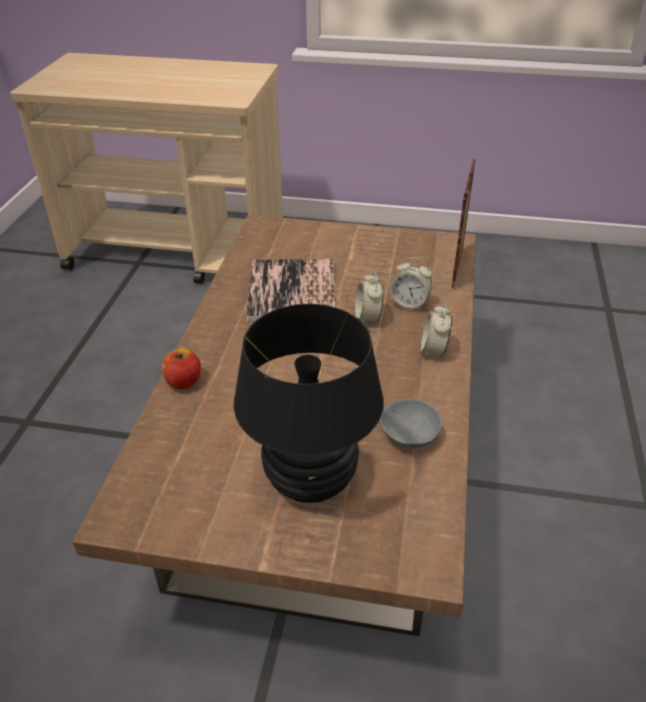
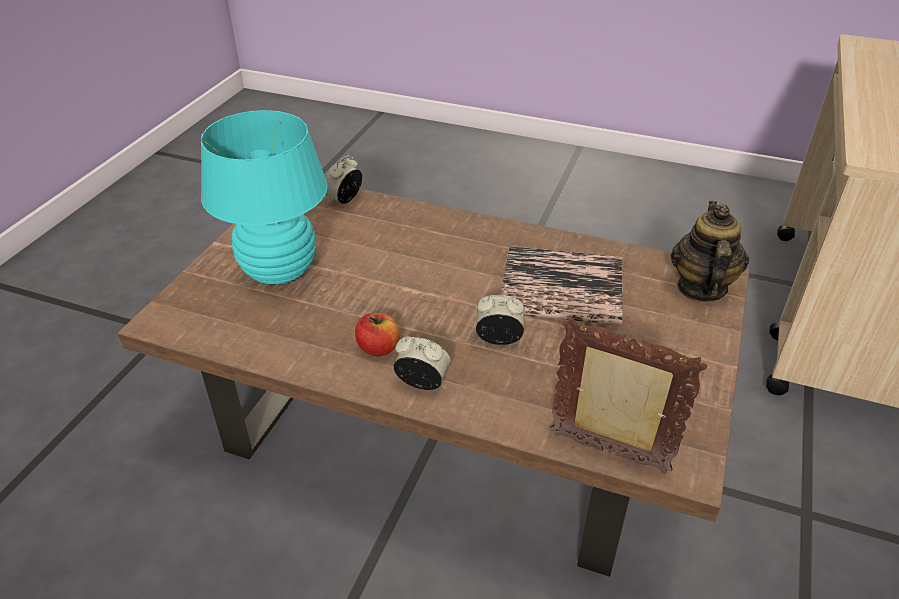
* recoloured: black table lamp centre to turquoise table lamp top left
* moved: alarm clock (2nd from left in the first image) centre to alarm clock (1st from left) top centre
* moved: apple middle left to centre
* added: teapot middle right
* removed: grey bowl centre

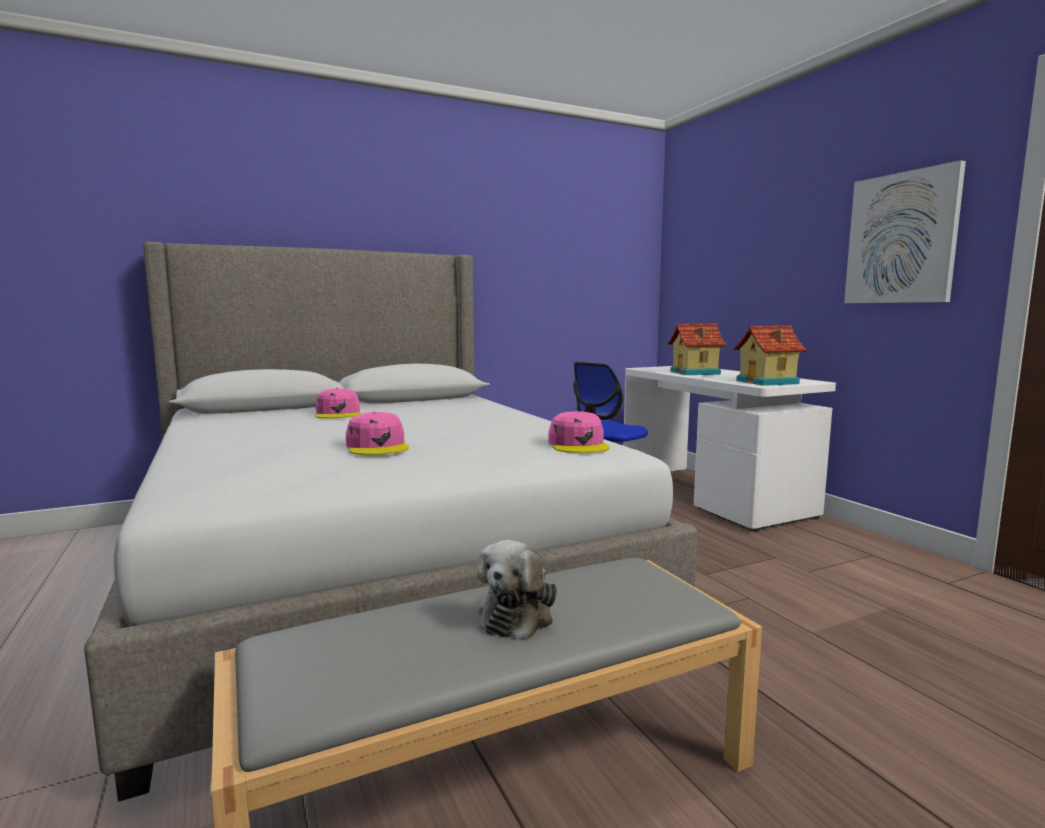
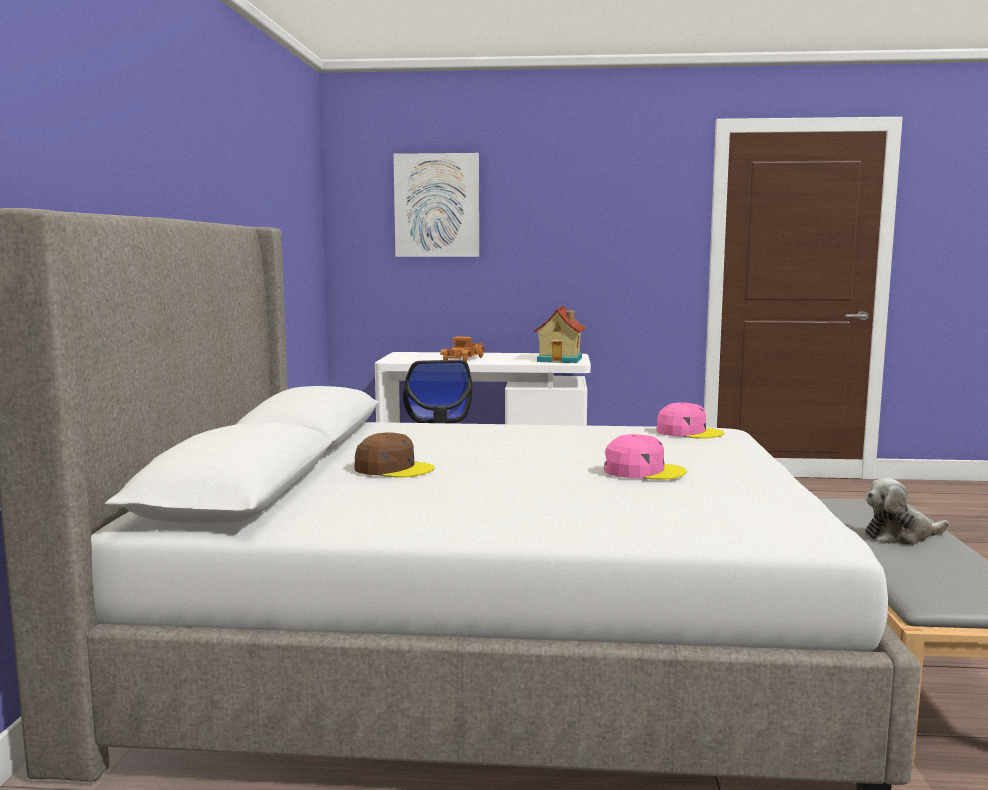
* recoloured: pink cap (1st from left) middle left to brown cap centre
* moved: picture top right to top centre
* replaced: toy house (1st from left) middle right to toy truck centre
* turned: plush toy bottom centre = middle right 120 degrees clockwise

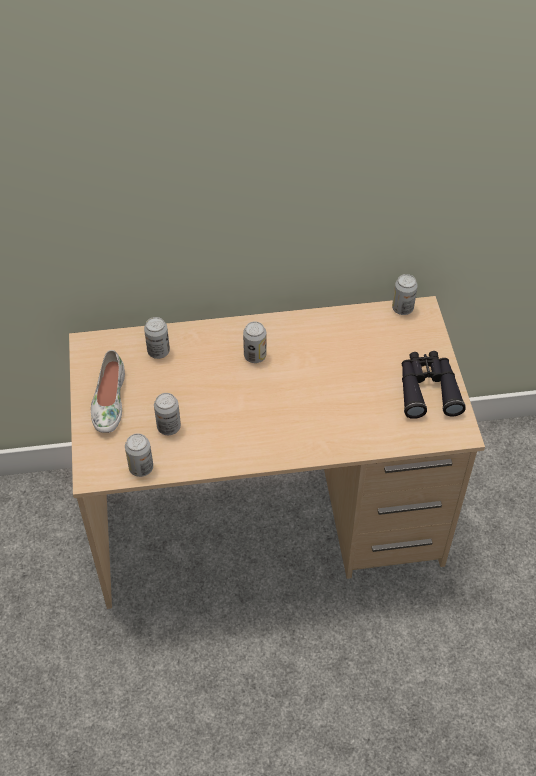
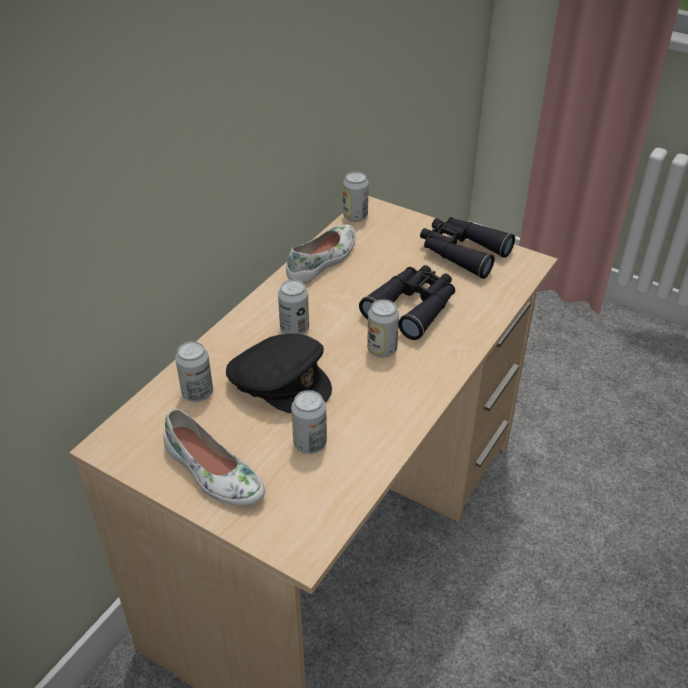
* added: black cap centre
* added: white shoe (2nd from left) centre
* added: black binoculars (1st from left) centre
* moved: can (1st from left in the first image) middle left to can (5th from left) centre

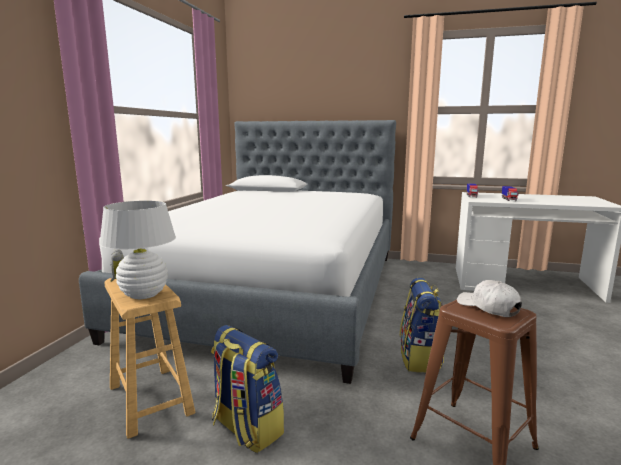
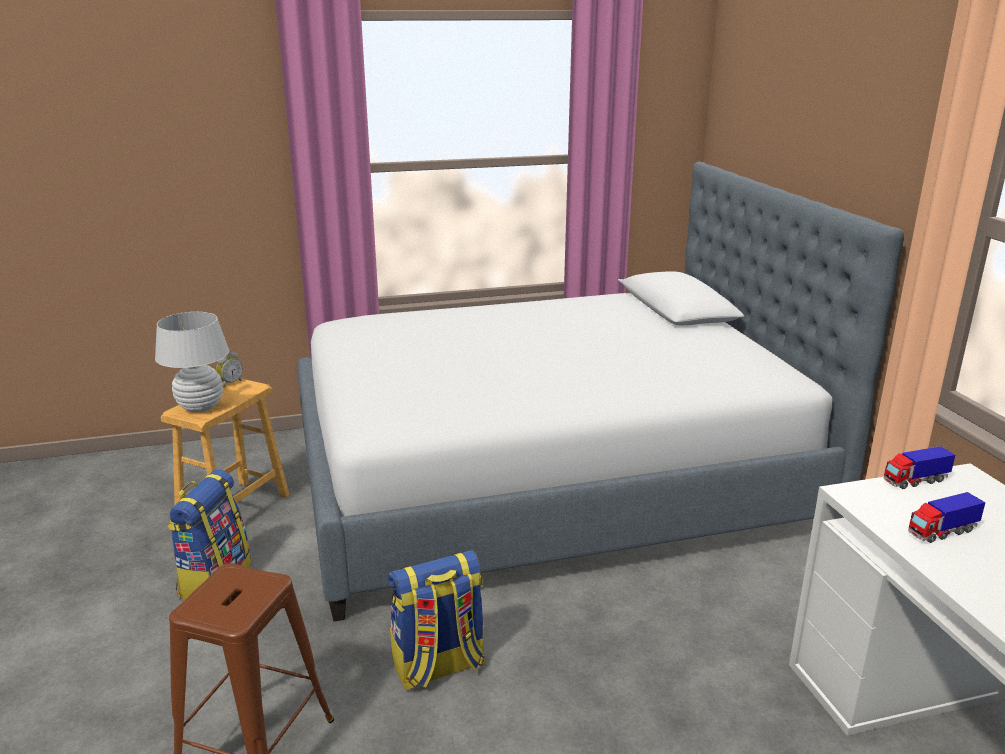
* removed: white cap middle right

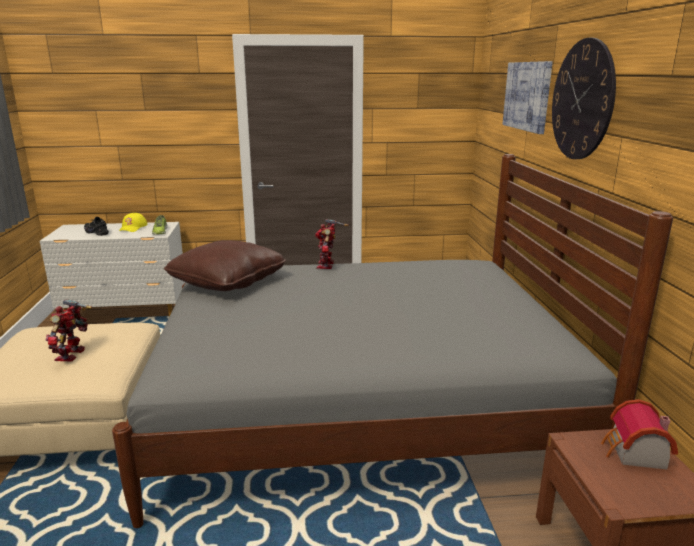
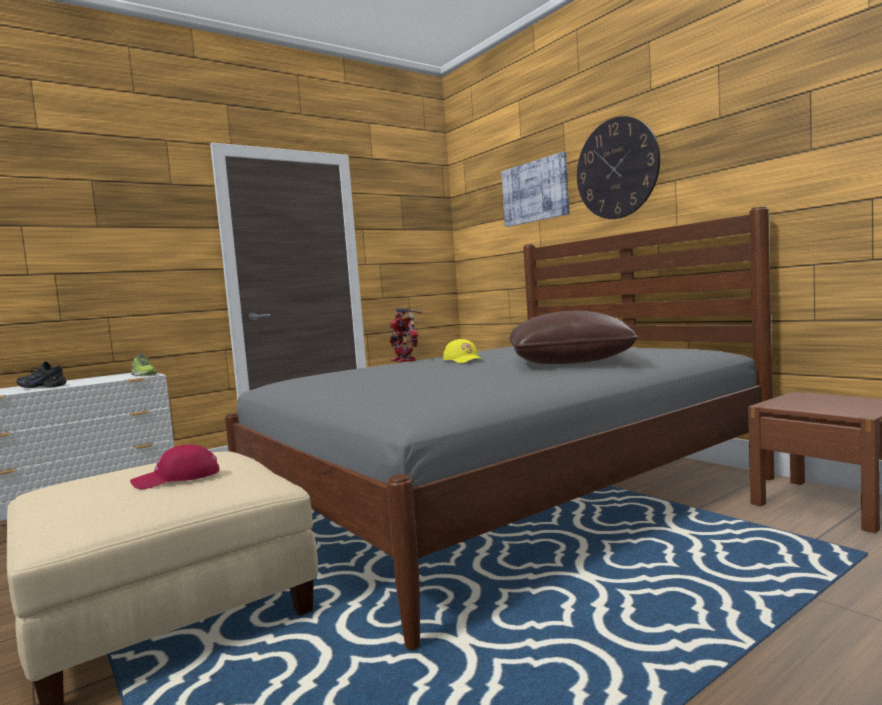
* replaced: toy robot (1st from left) middle left to red cap middle left
* moved: yellow cap middle left to centre
* moved: brown pillow middle left to centre
* removed: toy house bottom right

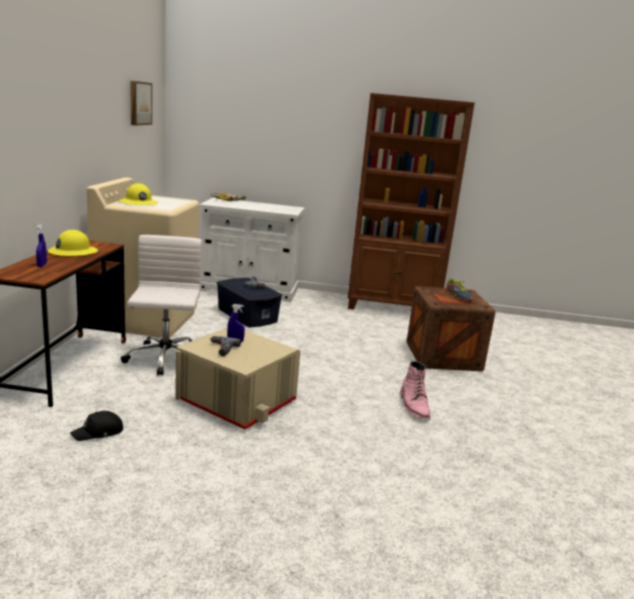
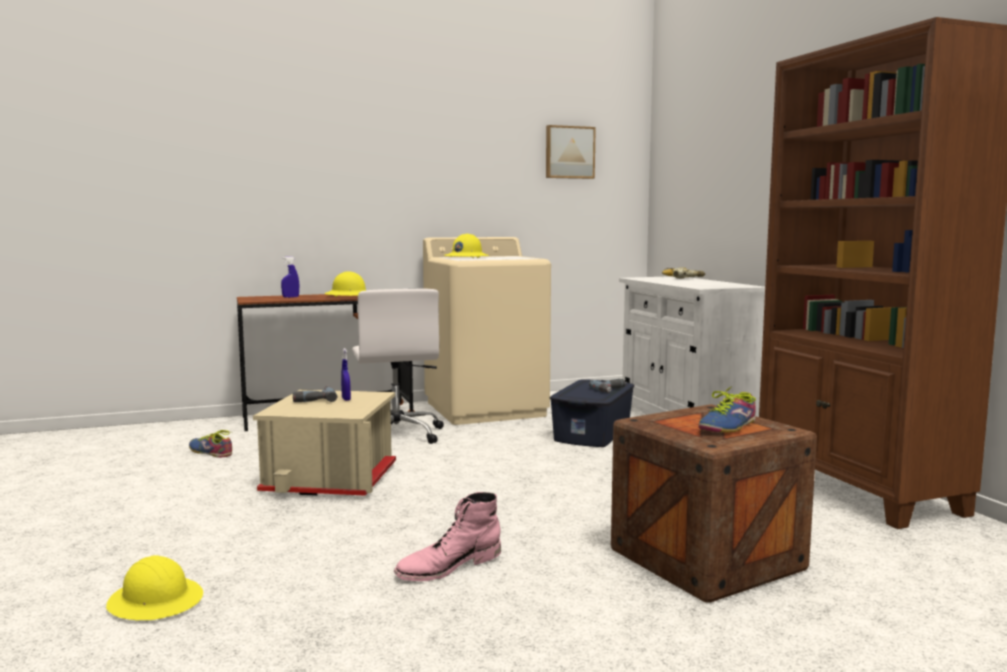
* added: yellow hard hat (1st from left) bottom left
* replaced: black cap bottom left to shoe (1st from left) middle left
* turned: white office chair middle left = centre 105 degrees clockwise

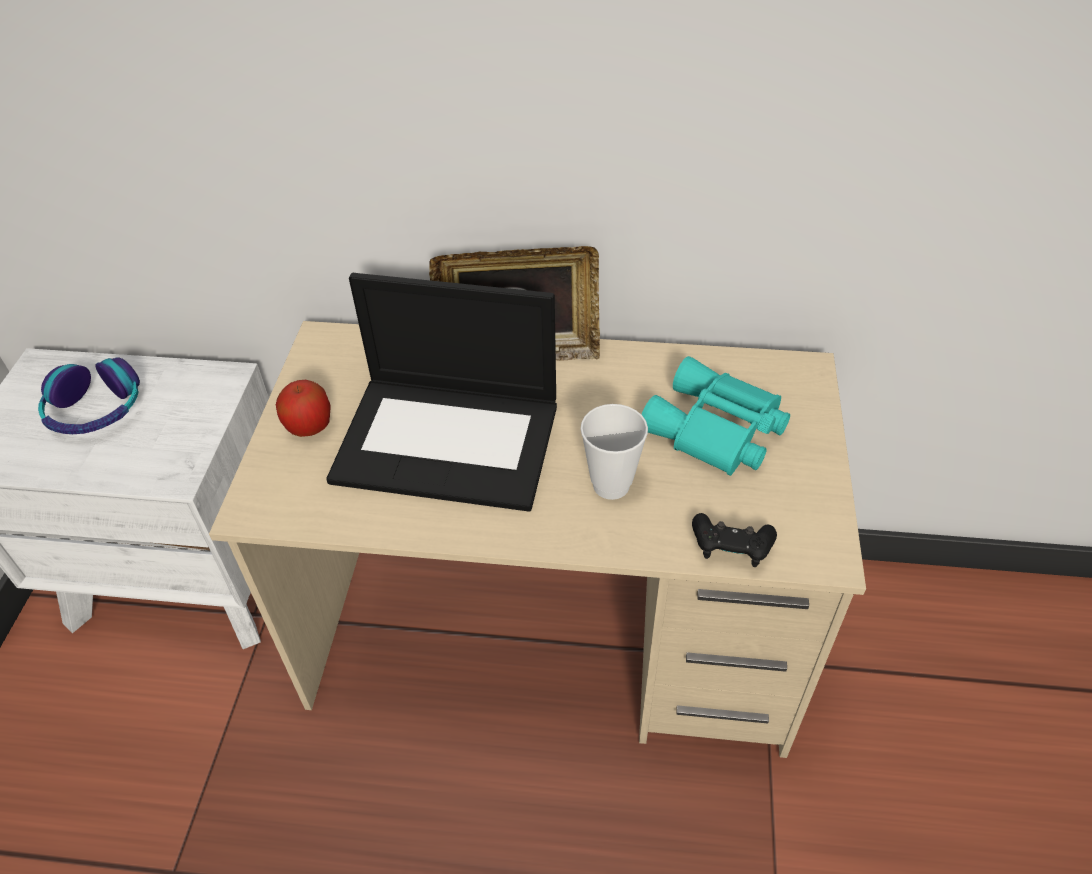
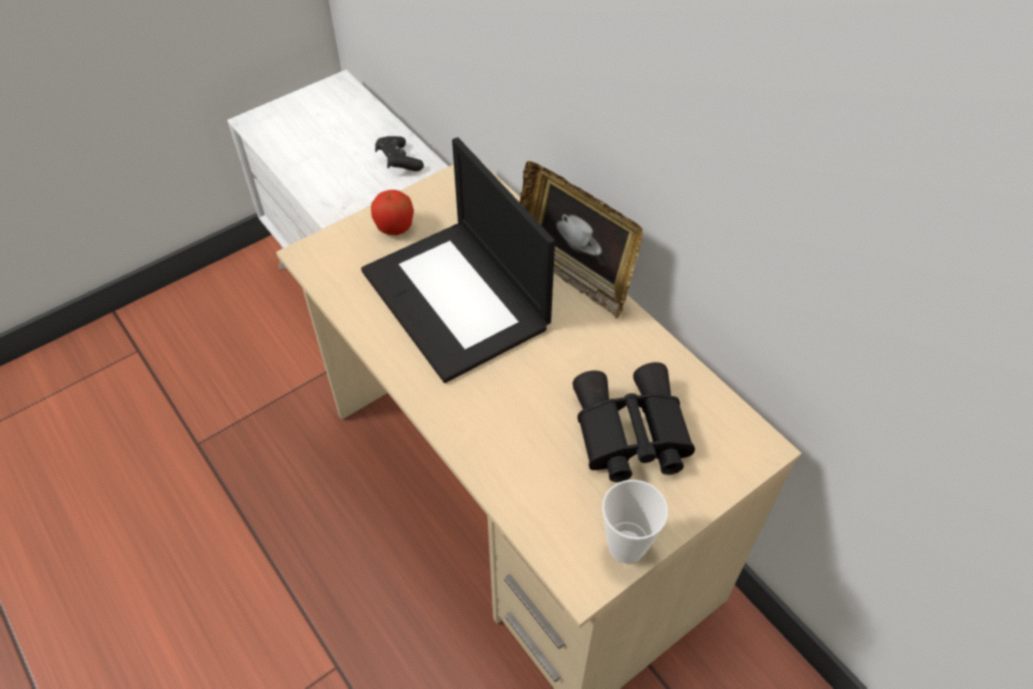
* moved: black game controller middle right to top centre
* recoloured: turquoise binoculars centre to black binoculars centre
* moved: cup centre to bottom centre
* removed: headphones middle left

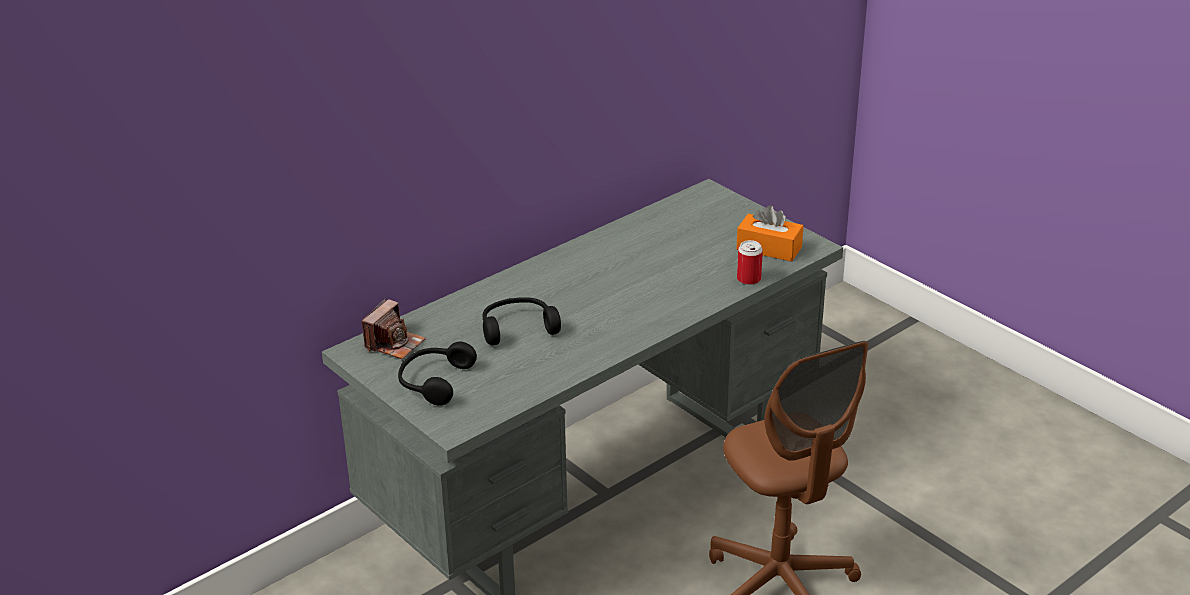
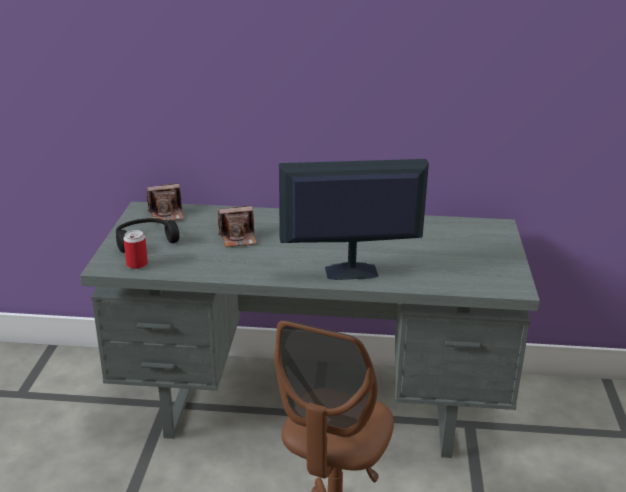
* moved: can centre to middle left
* replaced: black headphones (2nd from left) centre to photo camera (2nd from left) centre
* added: monitor centre
* removed: orange tissue box centre

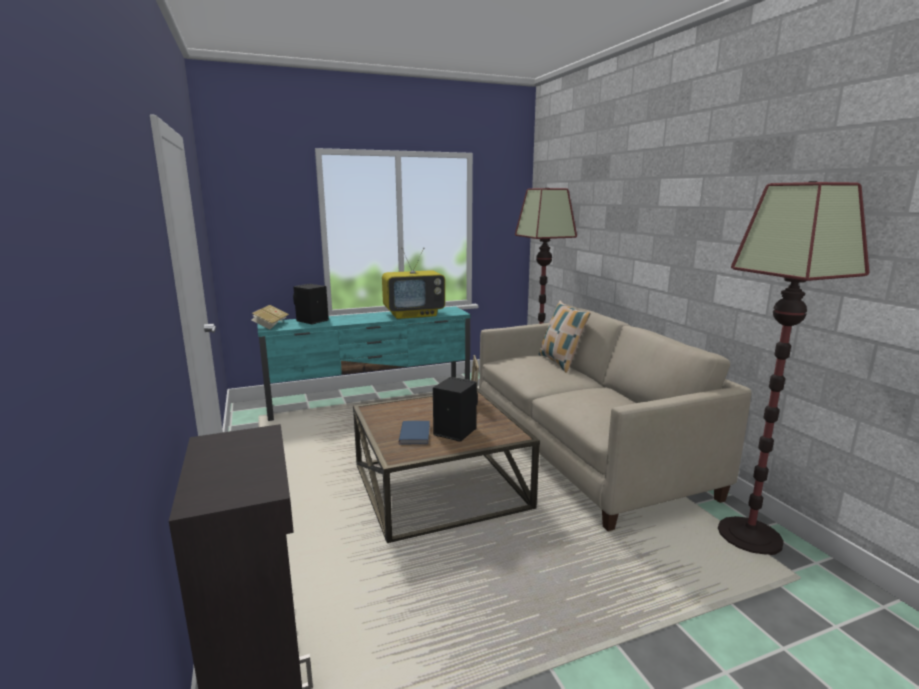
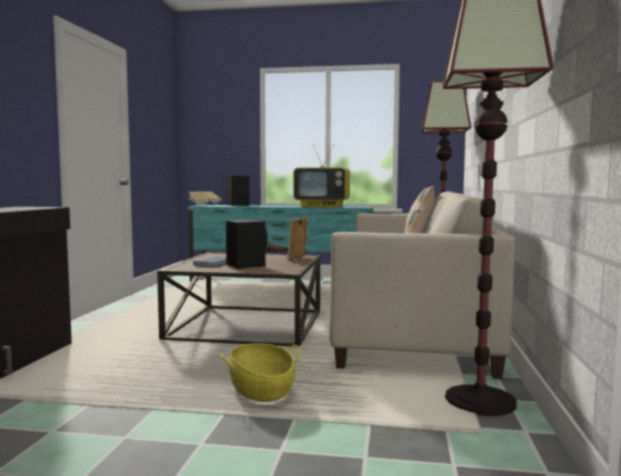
* added: basket bottom centre

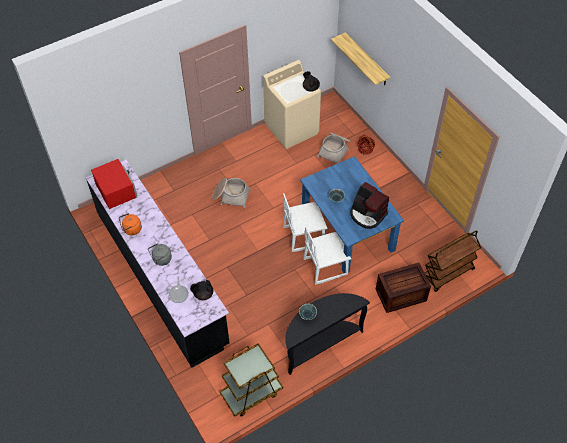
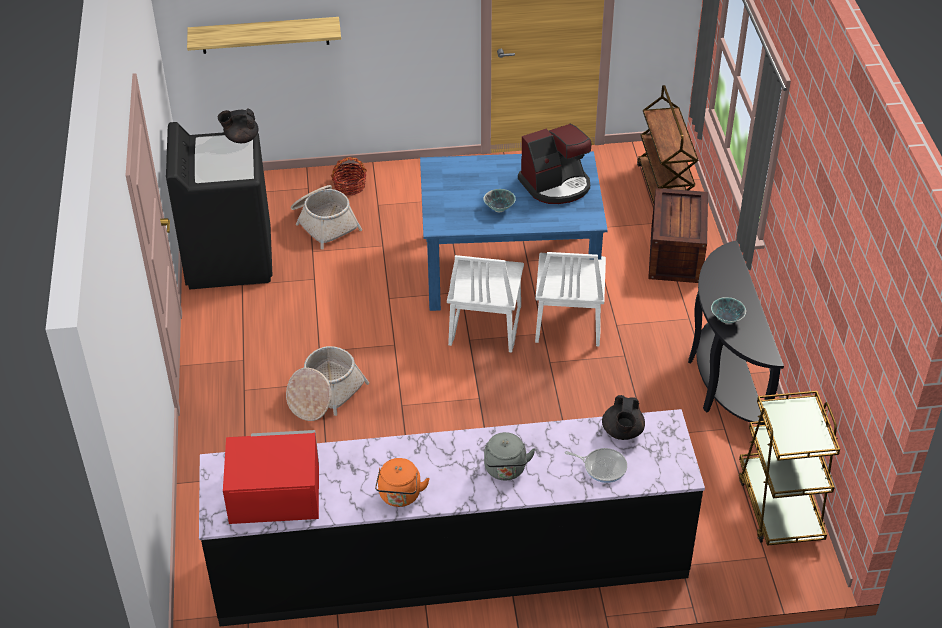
* recoloured: beige washing machine top centre to black washing machine top left

